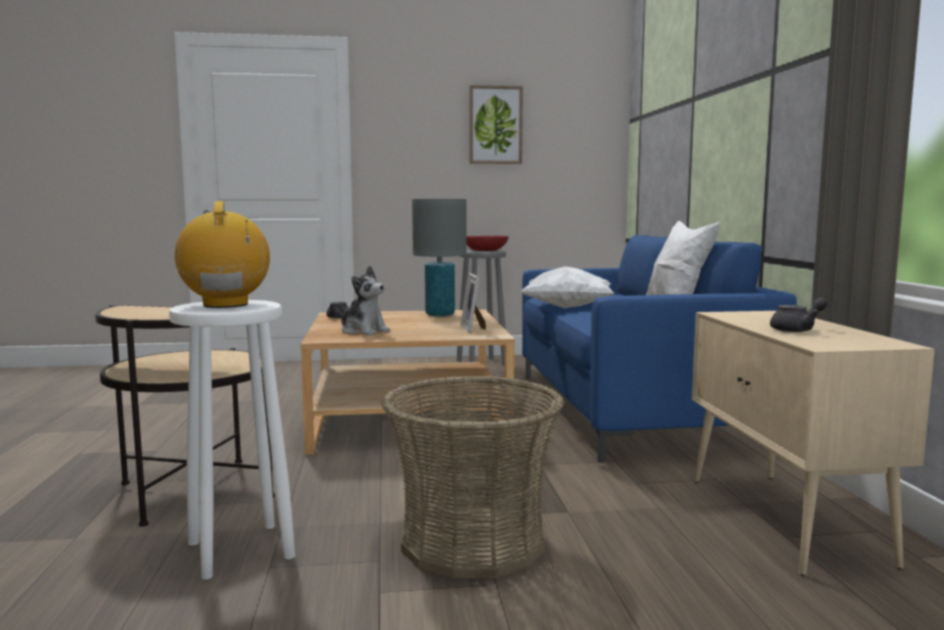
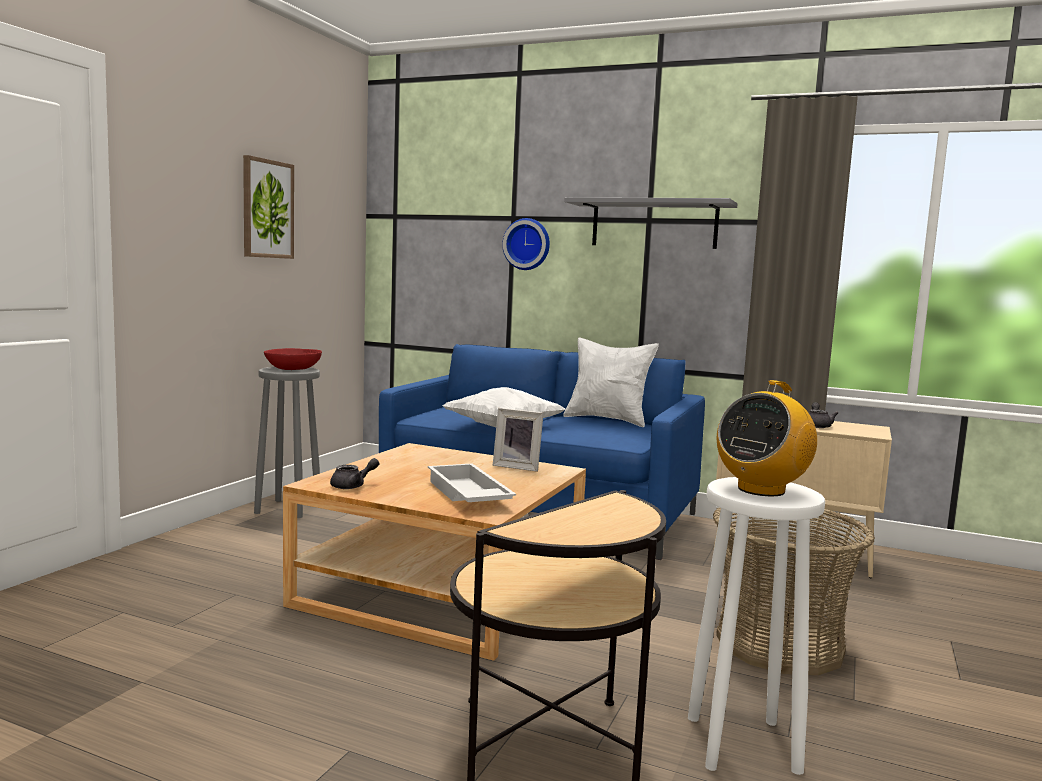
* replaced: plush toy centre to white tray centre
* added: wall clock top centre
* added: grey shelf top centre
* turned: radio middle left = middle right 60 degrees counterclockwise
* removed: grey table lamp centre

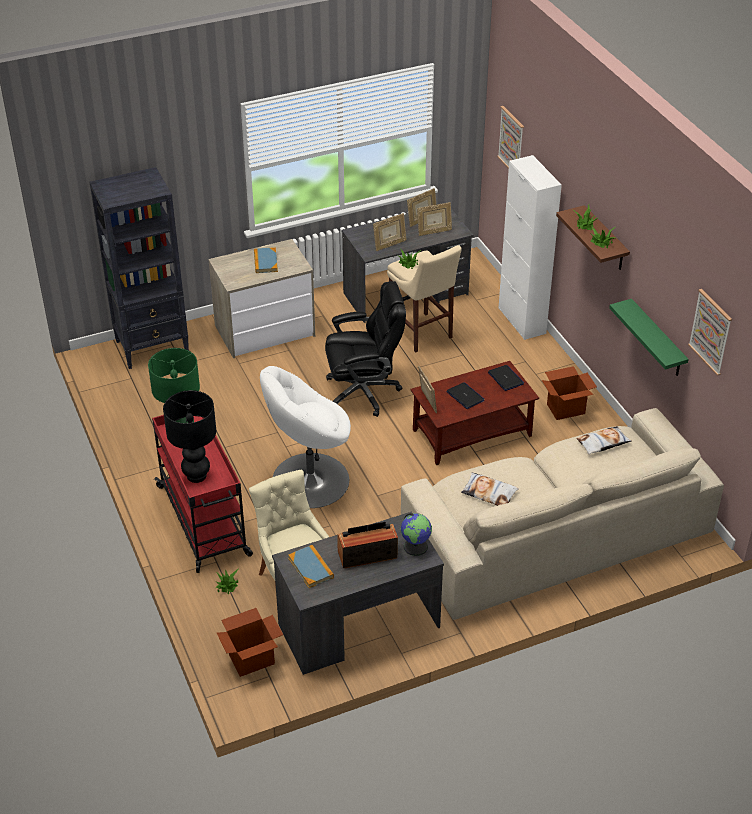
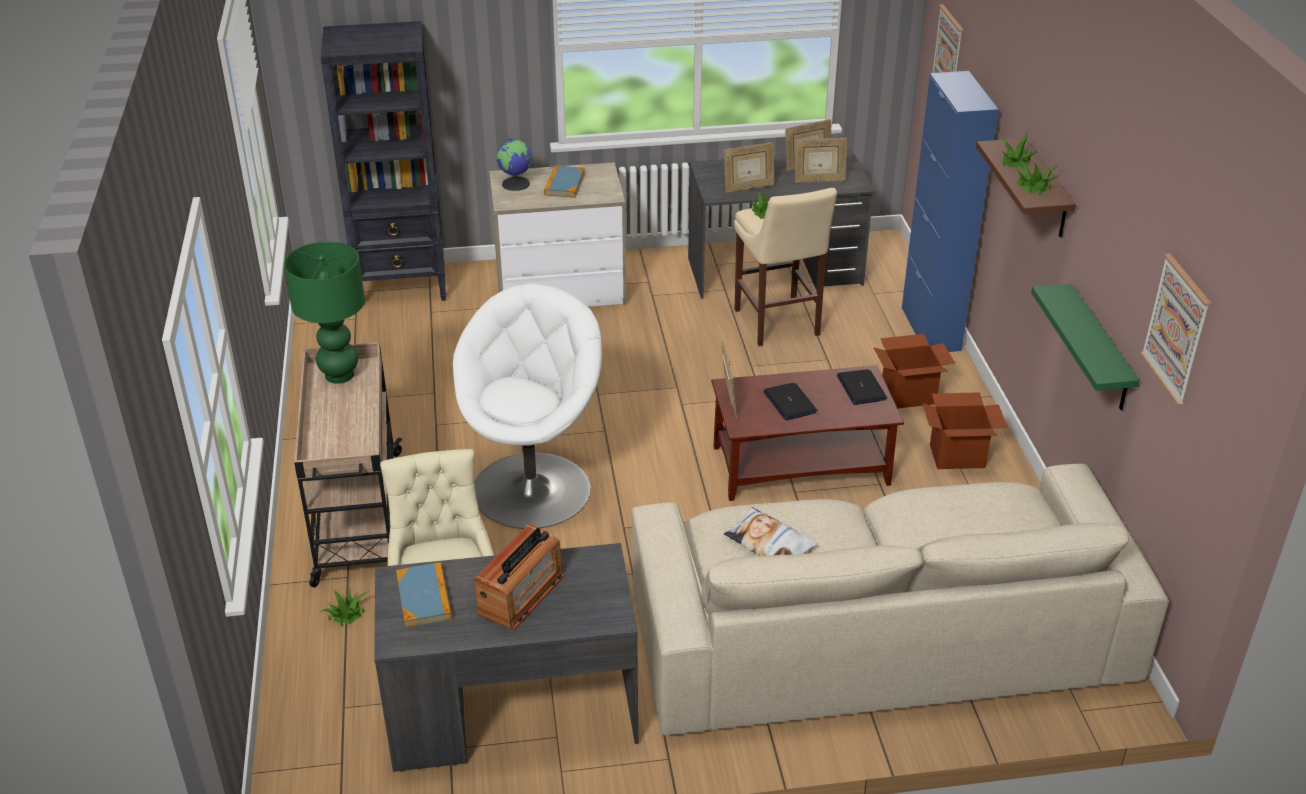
* recoloured: red cart middle left to beige cart middle left
* turned: white armchair centre = centre 135 degrees clockwise
* turned: radio bottom centre = bottom centre 120 degrees clockwise
* moved: globe centre to top centre
* moved: cardboard box (1st from left) bottom left to middle right
* recoloured: white cabinet top right to blue cabinet top right
* removed: black table lamp middle left
* removed: black office chair centre
* removed: pillow (2nd from left) middle right

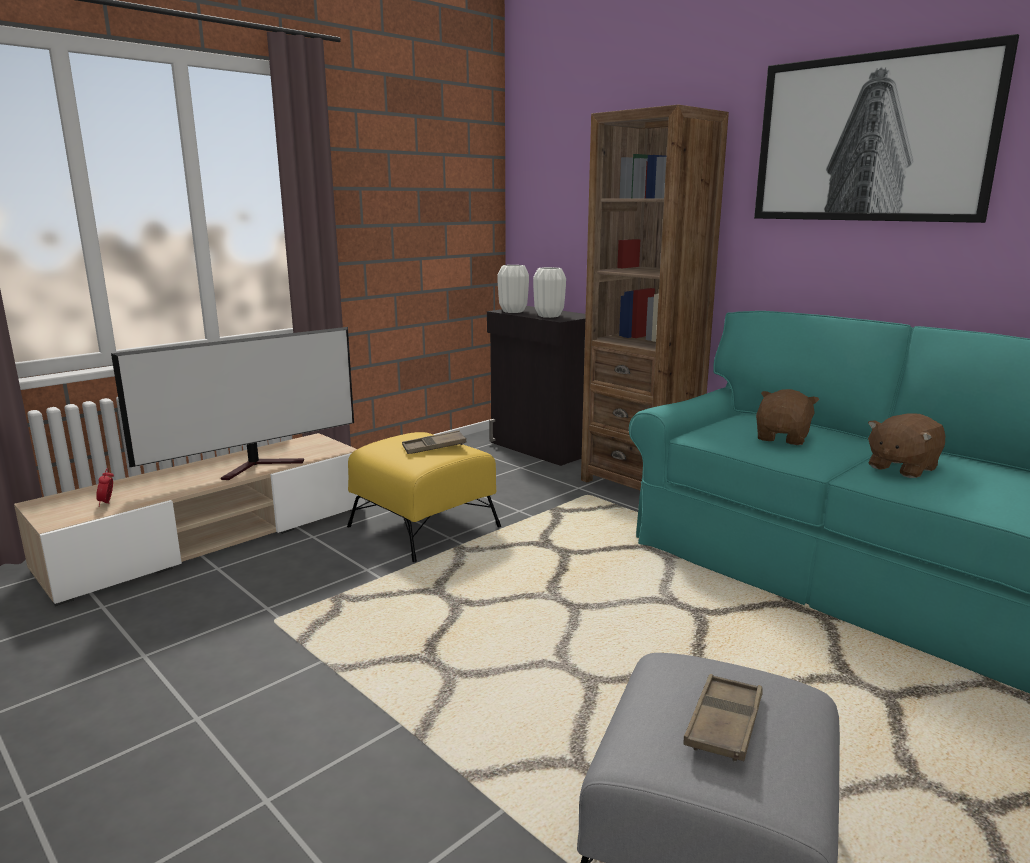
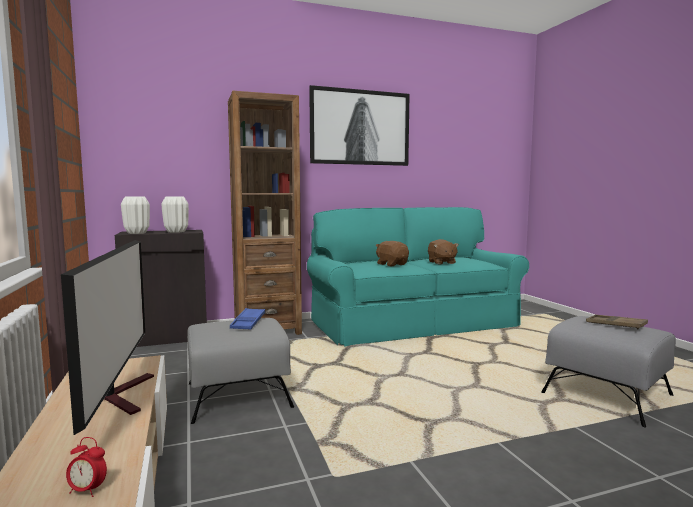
* recoloured: yellow ottoman centre to grey ottoman (1st from left) bottom centre
* recoloured: brown tray (1st from left) centre to blue tray centre

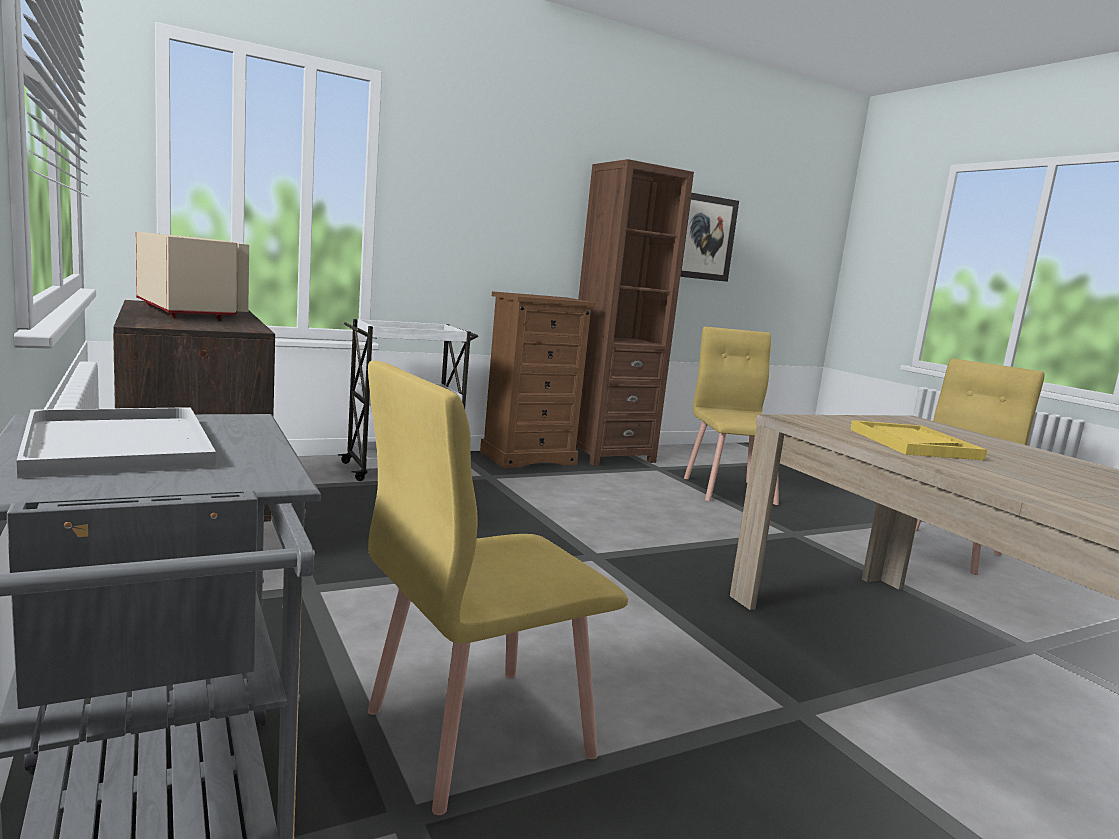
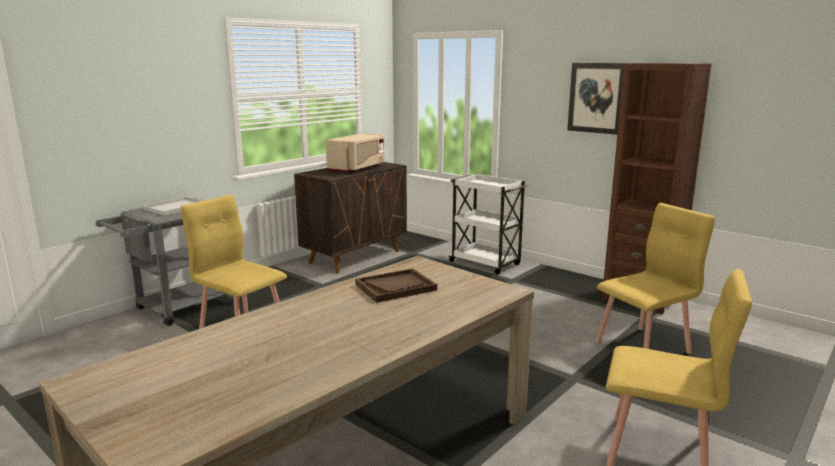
* recoloured: yellow tray middle right to brown tray centre
* moved: picture top centre to top right
* removed: brown dresser centre

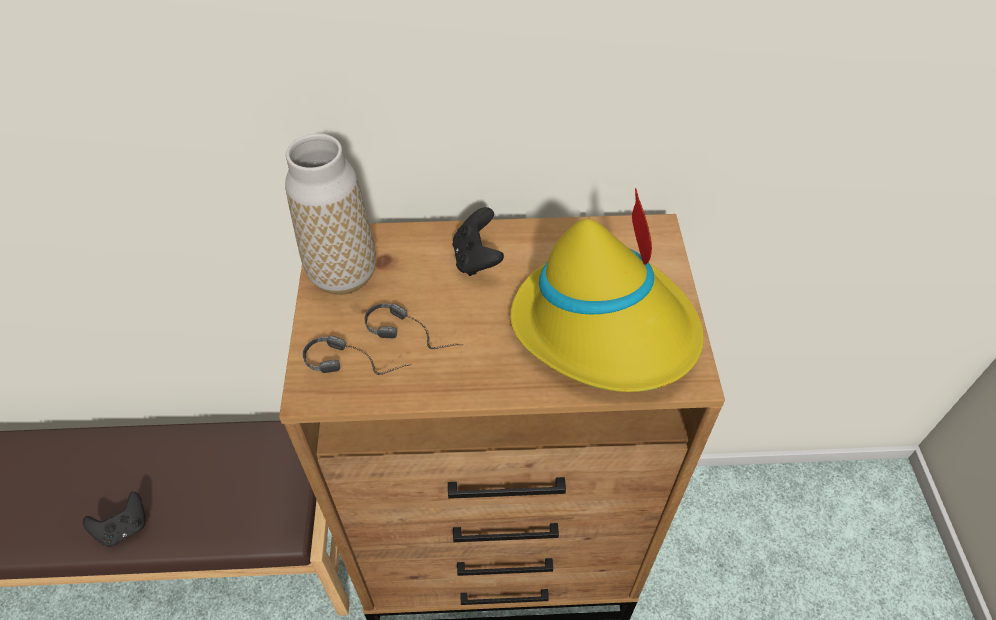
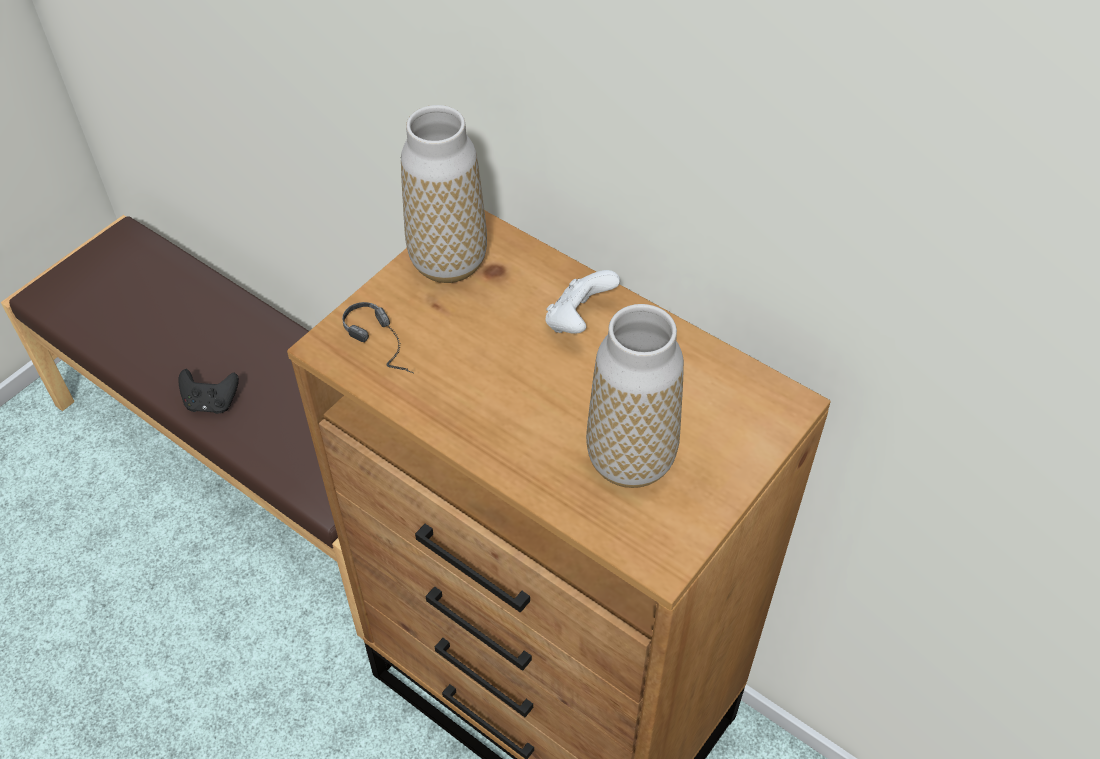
* recoloured: black game controller (2nd from left) centre to white game controller centre
* replaced: yellow hat centre to vase (2nd from left) centre
* removed: headphones (2nd from left) centre

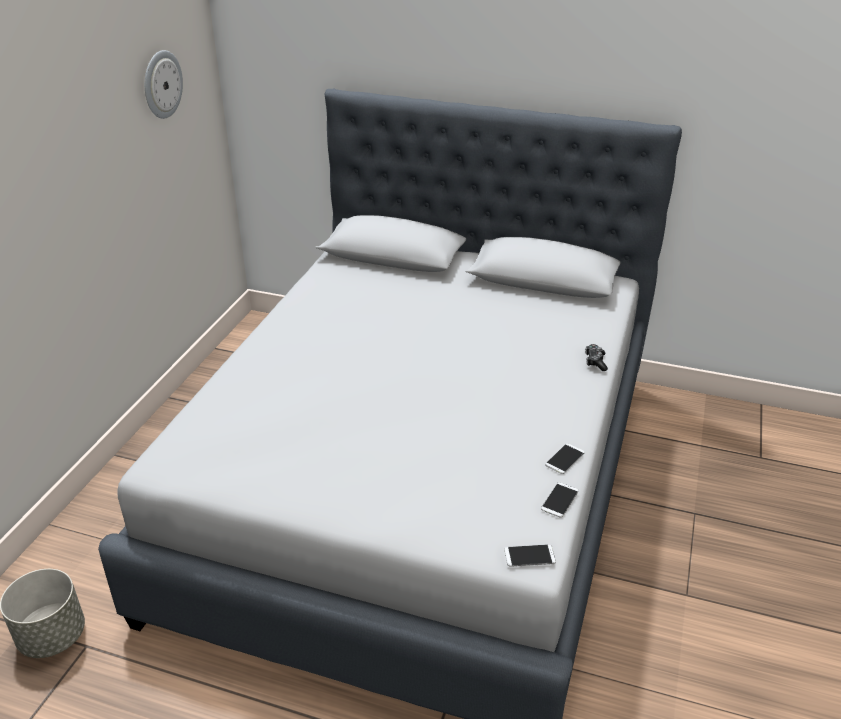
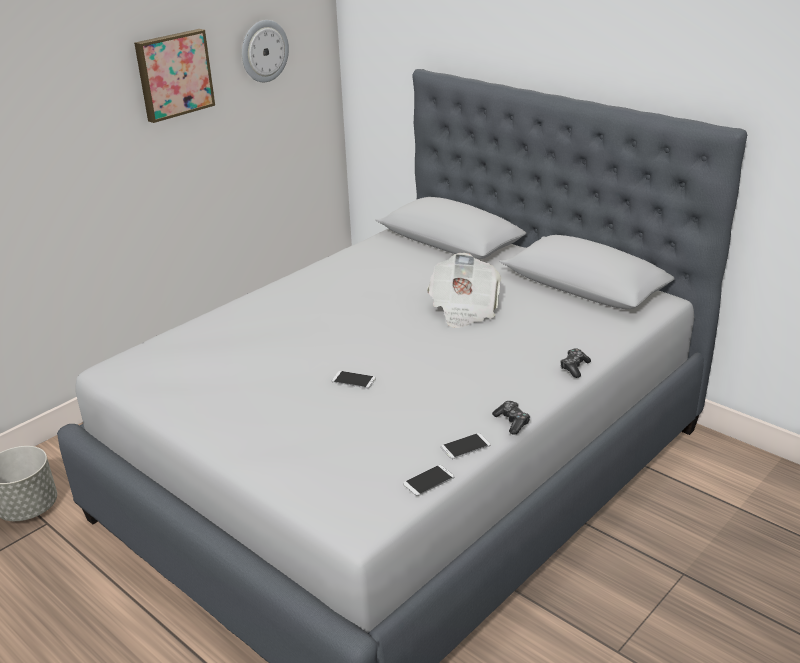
* added: picture top left
* moved: phone (1st from left) bottom centre to centre
* added: newspaper centre
* added: game controller (1st from left) centre

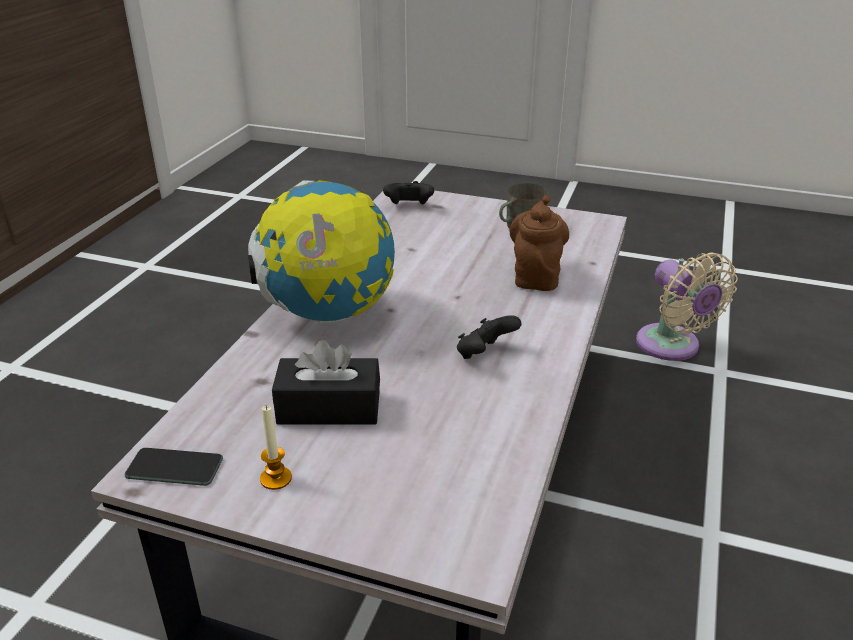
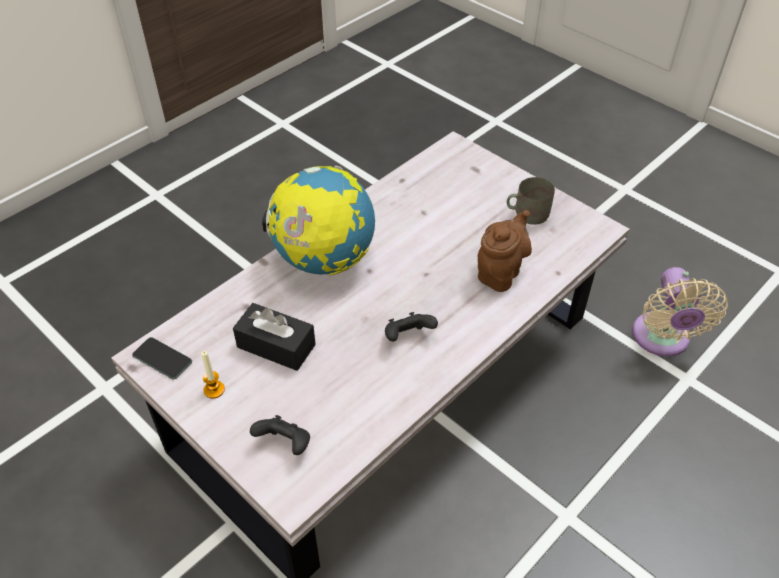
* moved: black game controller (1st from left) top centre to bottom centre

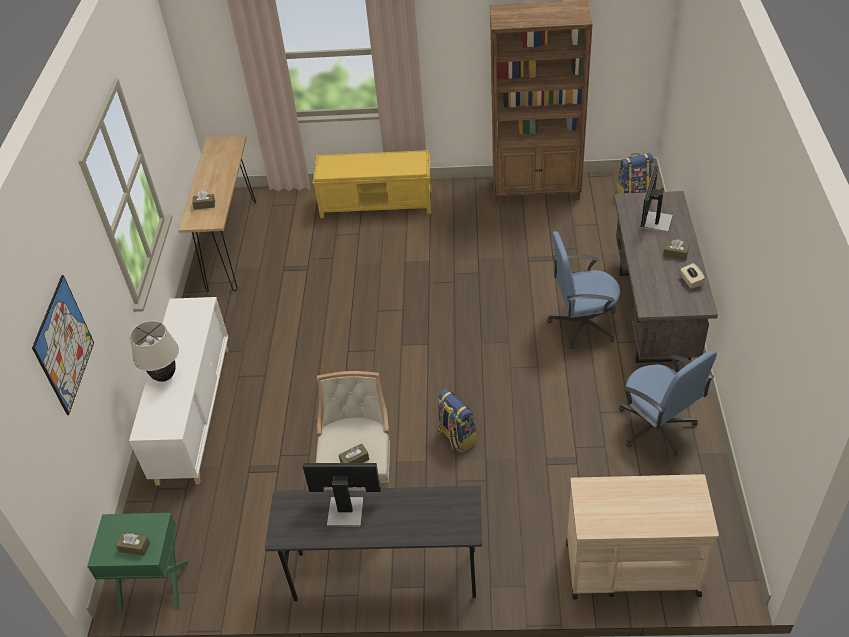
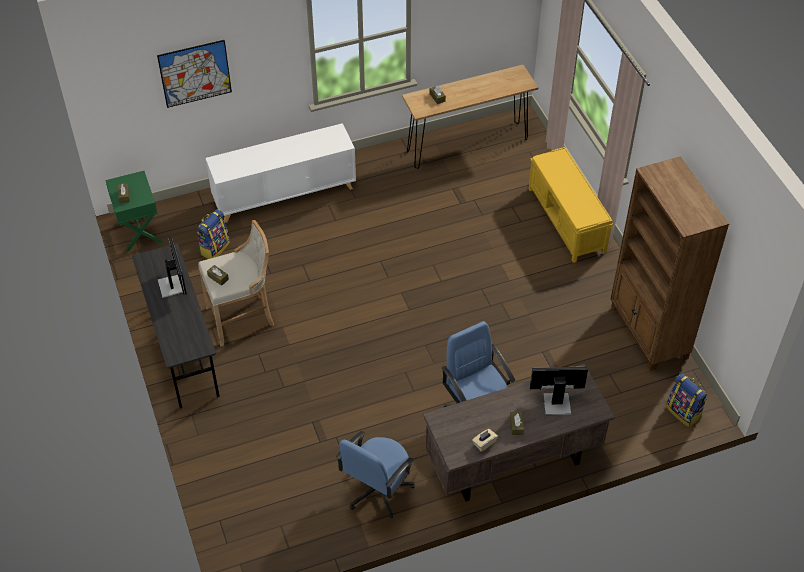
* moved: backpack (1st from left) centre to middle left
* removed: beige table lamp middle left
* removed: beige cart bottom right

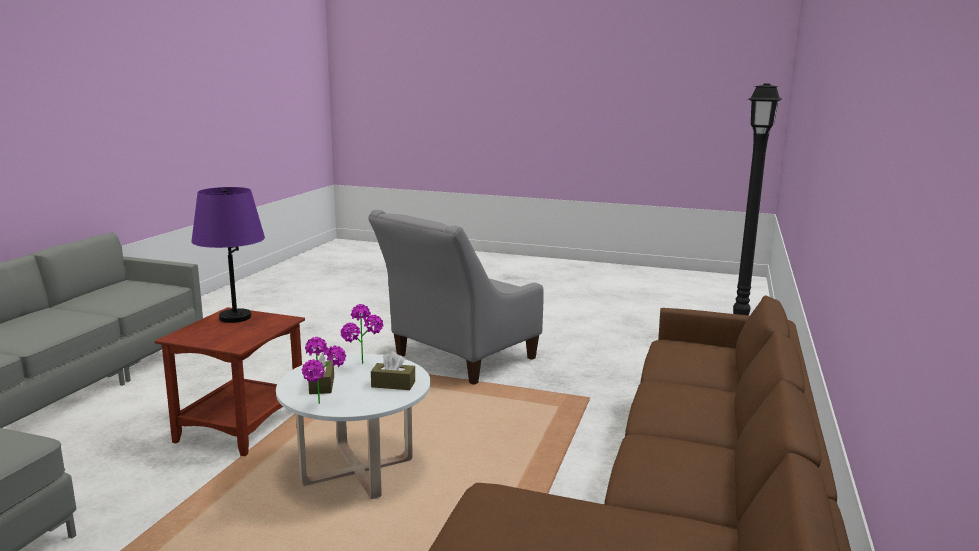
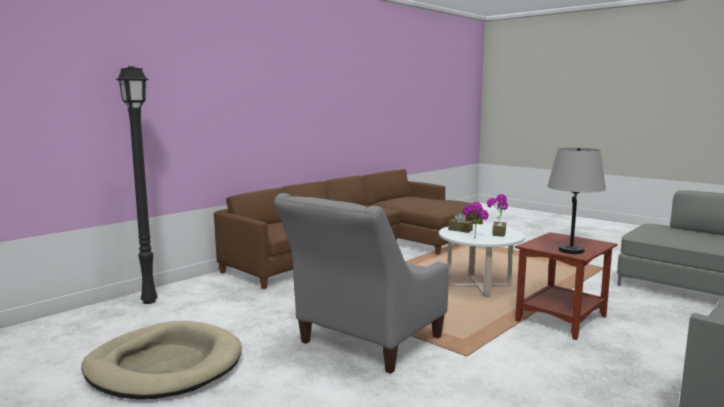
* added: beige dog bed bottom left
* turned: grey armchair centre = bottom centre 150 degrees clockwise
* recoloured: purple table lamp middle left to grey table lamp middle right

